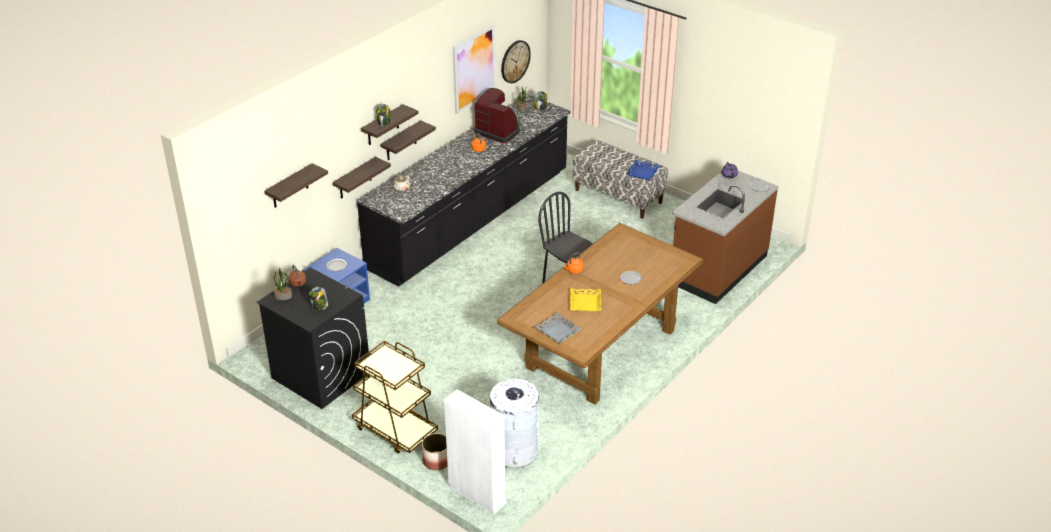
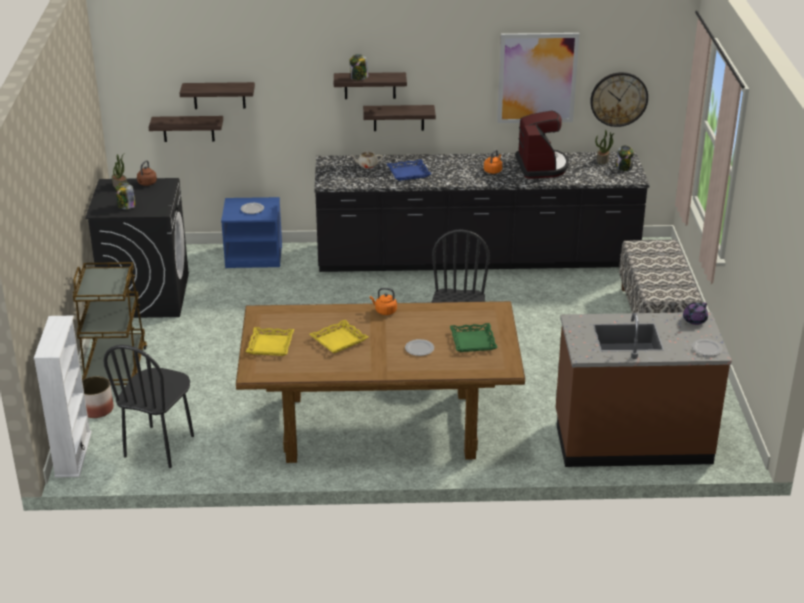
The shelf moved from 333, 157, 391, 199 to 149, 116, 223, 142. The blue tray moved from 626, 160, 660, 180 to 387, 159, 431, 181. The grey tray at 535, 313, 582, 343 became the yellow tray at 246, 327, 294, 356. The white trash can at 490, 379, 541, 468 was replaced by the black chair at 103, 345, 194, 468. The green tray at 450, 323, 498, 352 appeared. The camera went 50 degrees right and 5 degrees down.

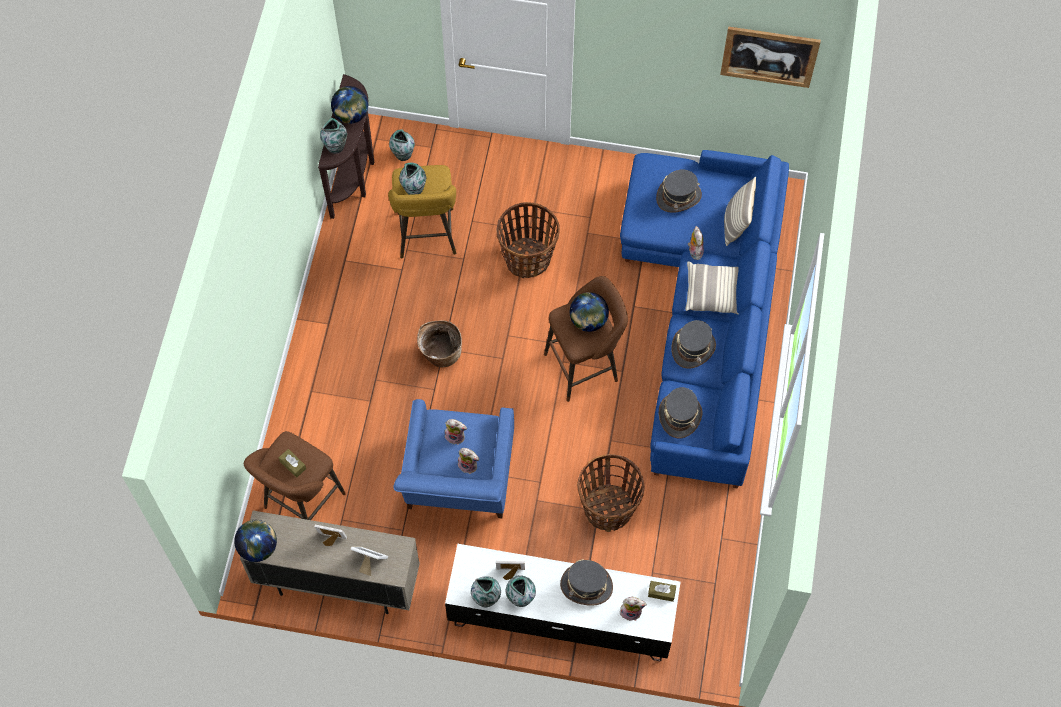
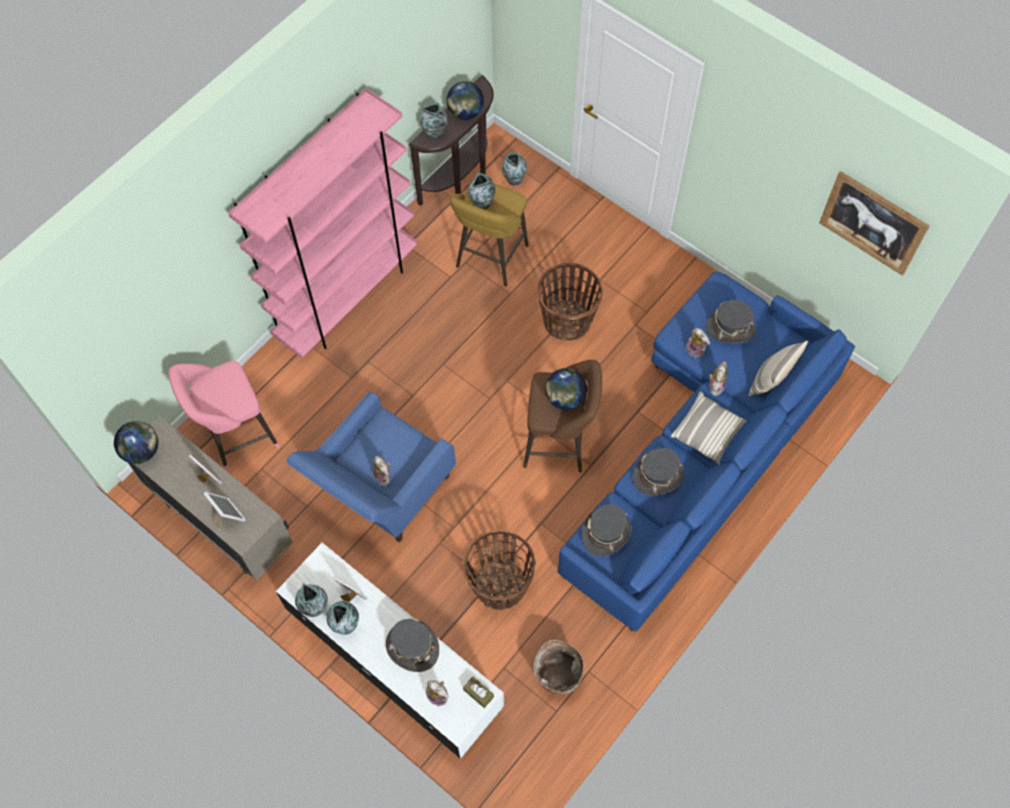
The basket moved from 417, 321, 462, 367 to 533, 640, 584, 695. The plush toy moved from 445, 419, 467, 445 to 686, 328, 710, 358. The brown stool at 244, 431, 346, 520 became the pink stool at 168, 361, 280, 471. The brown tissue box at 279, 449, 306, 478 disappeared. The pink bookcase at 228, 88, 418, 358 appeared. The camera went 30 degrees right and 0 degrees up.

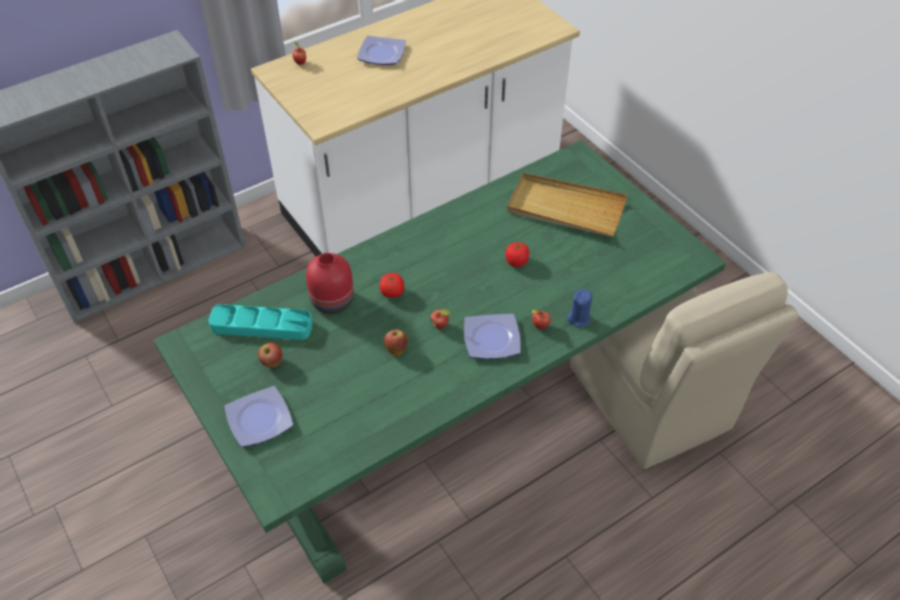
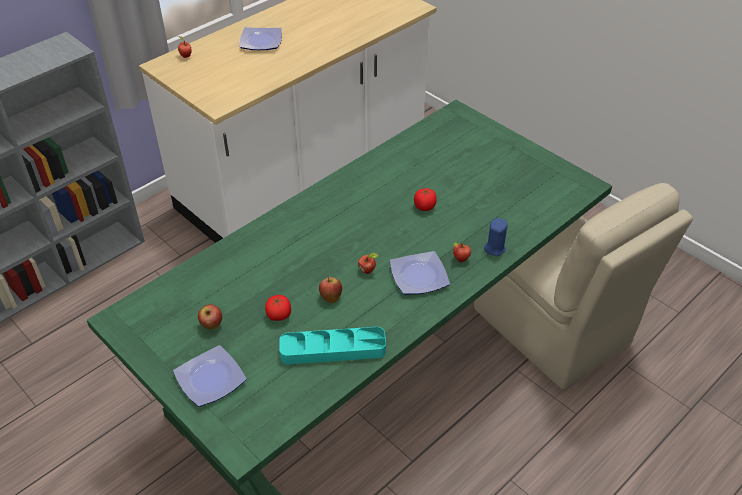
The beige tray at 507, 173, 628, 237 disappeared. The red vase at 306, 253, 354, 314 disappeared. The tomato moved from 380, 273, 404, 298 to 265, 295, 291, 321. The turquoise tray moved from 208, 304, 312, 340 to 279, 327, 386, 364. The camera went 10 degrees left and 5 degrees down.

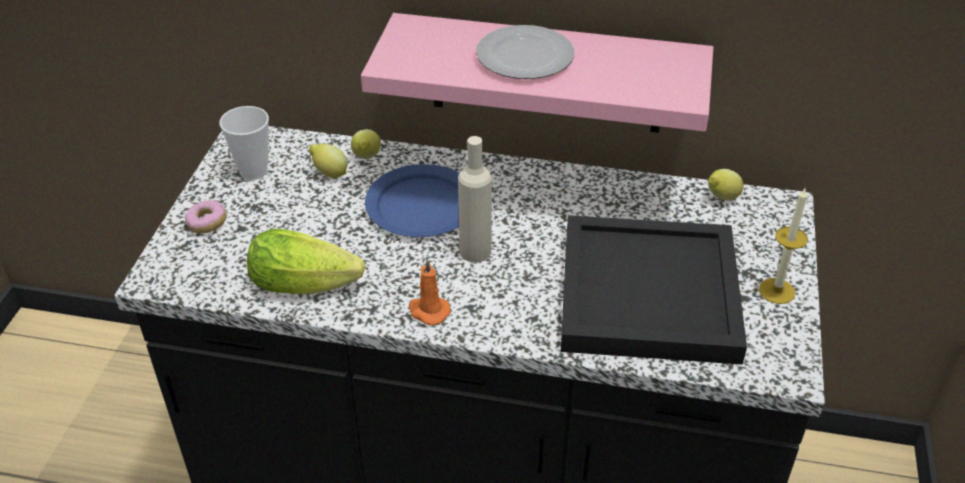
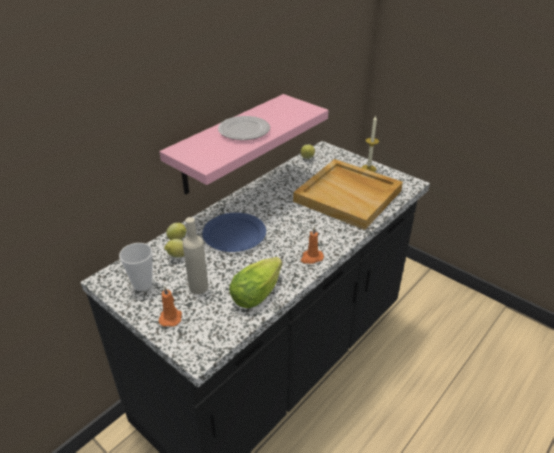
The beige bottle moved from 458, 136, 492, 263 to 182, 217, 208, 294. The donut at 185, 200, 227, 234 was replaced by the orange candle at 158, 286, 182, 327. The black tray at 561, 215, 747, 365 became the beige tray at 293, 159, 403, 230. The camera went 60 degrees left and 5 degrees down.

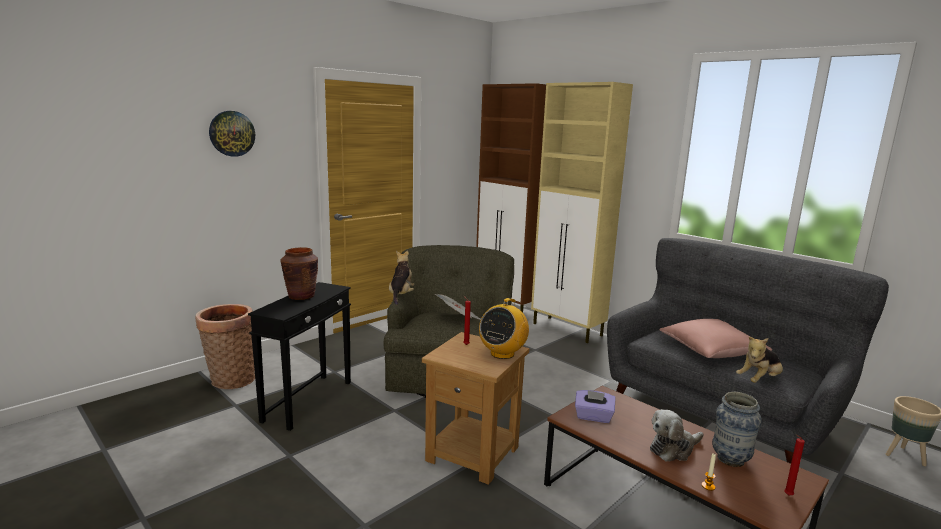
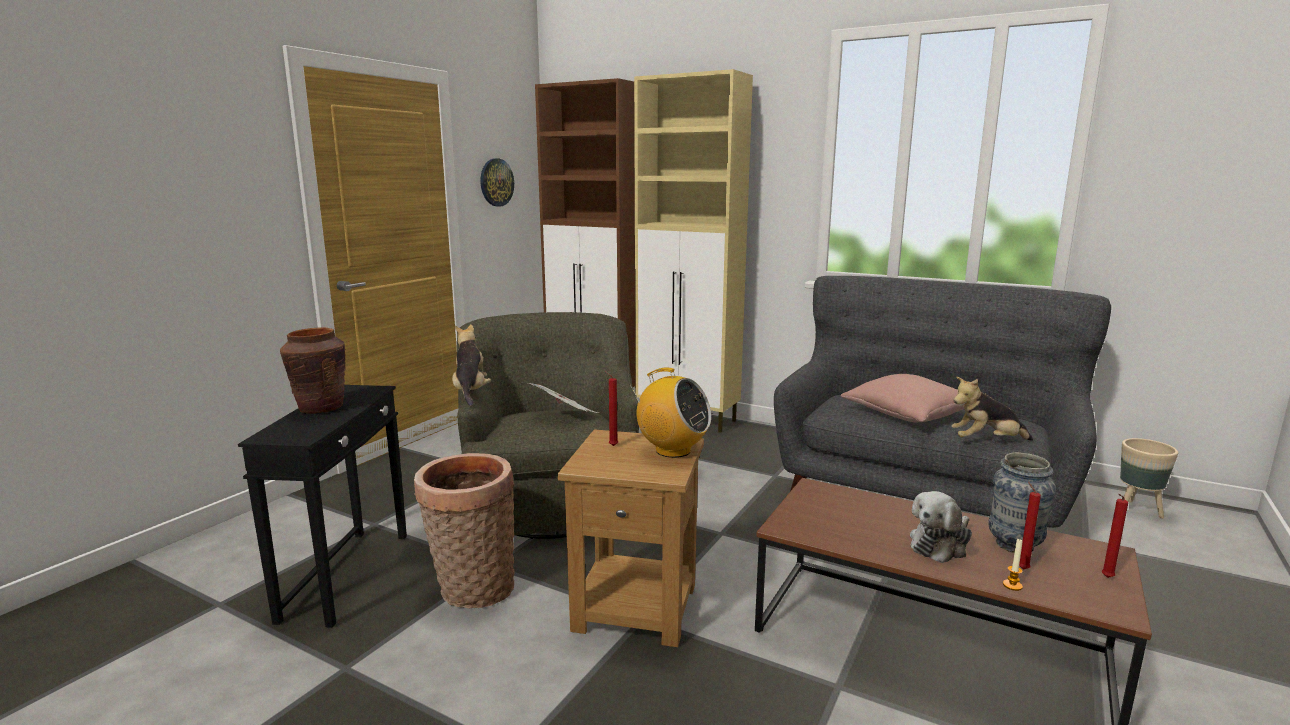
The wall clock moved from 209, 111, 255, 157 to 480, 158, 514, 207. The radio at 479, 298, 529, 359 turned 75 degrees counterclockwise. The basket moved from 195, 304, 255, 389 to 414, 453, 515, 608. The plush toy at 736, 337, 783, 383 turned 45 degrees clockwise. The purple tissue box at 575, 390, 615, 423 disappeared. The red candle at 1019, 481, 1041, 570 appeared. The camera went 15 degrees left and 0 degrees up.

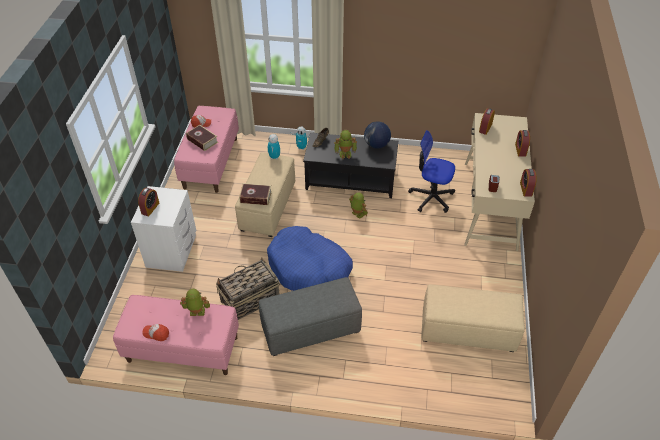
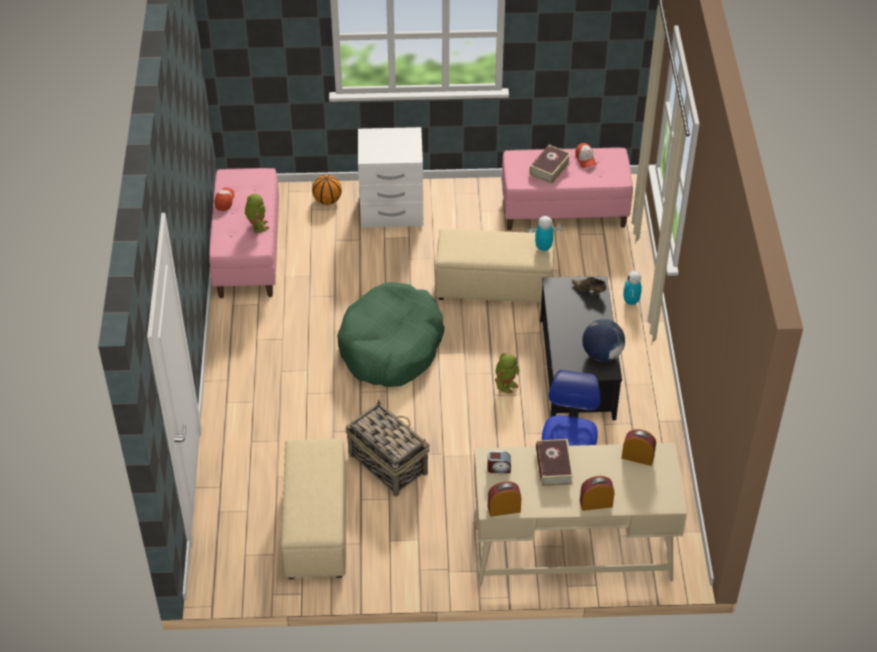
The toy robot at 334, 130, 357, 159 disappeared. The book moved from 239, 183, 272, 205 to 536, 439, 573, 487. The alarm clock at 138, 188, 159, 216 disappeared. The blue dog bed at 267, 226, 353, 291 became the green dog bed at 337, 282, 445, 387. The basket moved from 216, 257, 280, 320 to 346, 399, 430, 497. The grey ottoman at 259, 277, 362, 356 disappeared. The basketball at 312, 175, 342, 205 appeared. The camera went 80 degrees right and 0 degrees up.

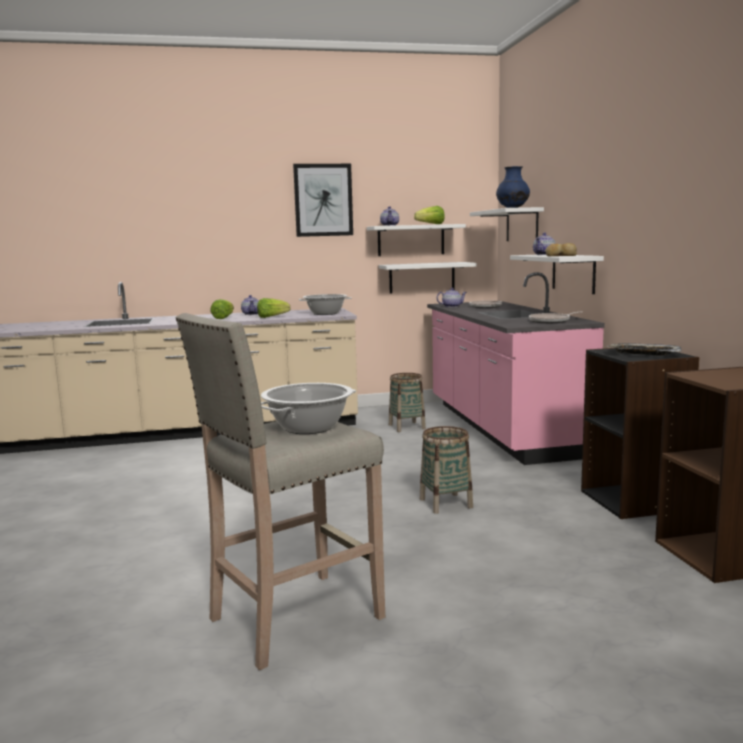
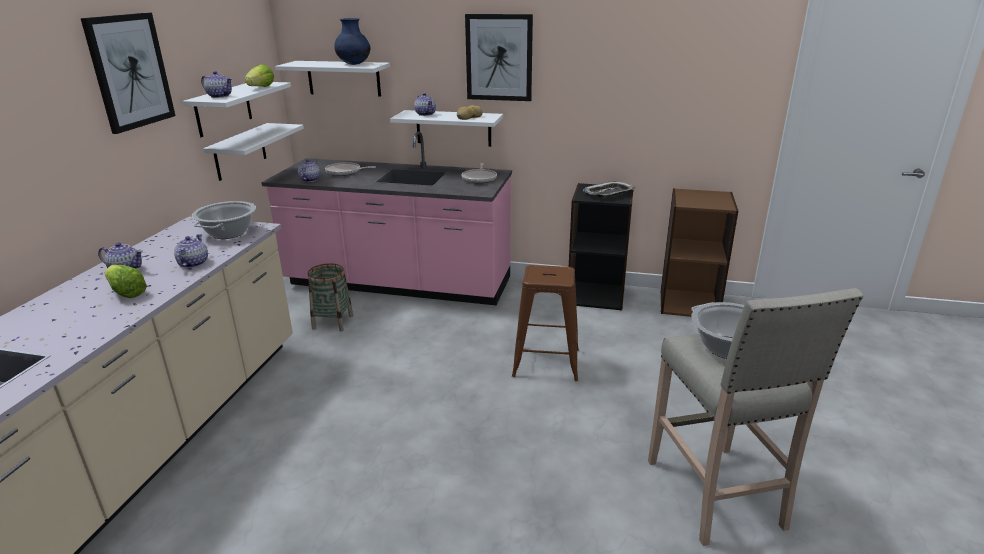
The lettuce at 257, 298, 290, 318 was replaced by the teapot at 174, 234, 208, 268. The basket at 420, 426, 473, 514 was replaced by the brown stool at 512, 265, 579, 381. The picture at 465, 14, 533, 101 appeared. The camera went 65 degrees left and 15 degrees up.

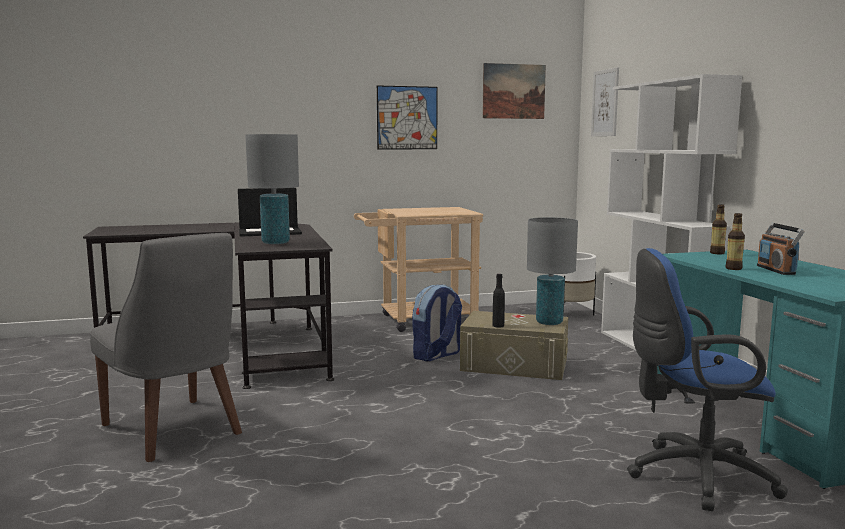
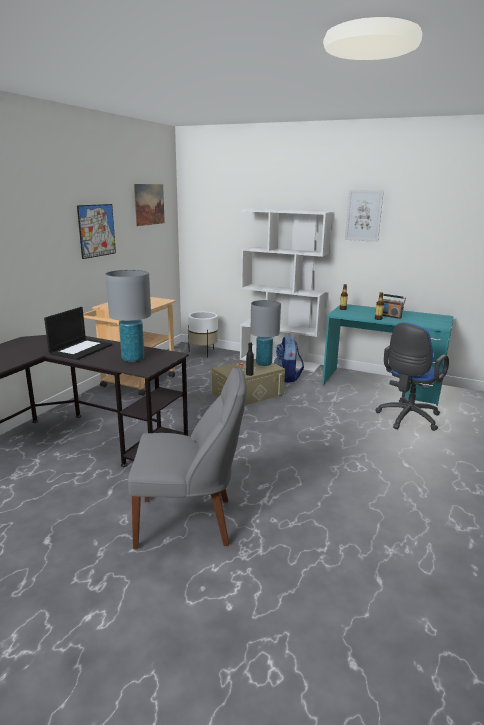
The picture moved from 591, 67, 619, 136 to 345, 190, 384, 242. The backpack moved from 412, 284, 462, 361 to 274, 336, 304, 383. The camera went 50 degrees left and 10 degrees up.

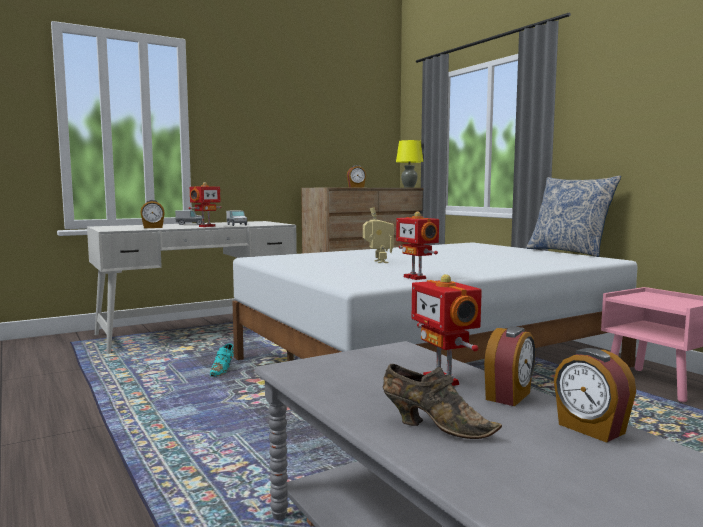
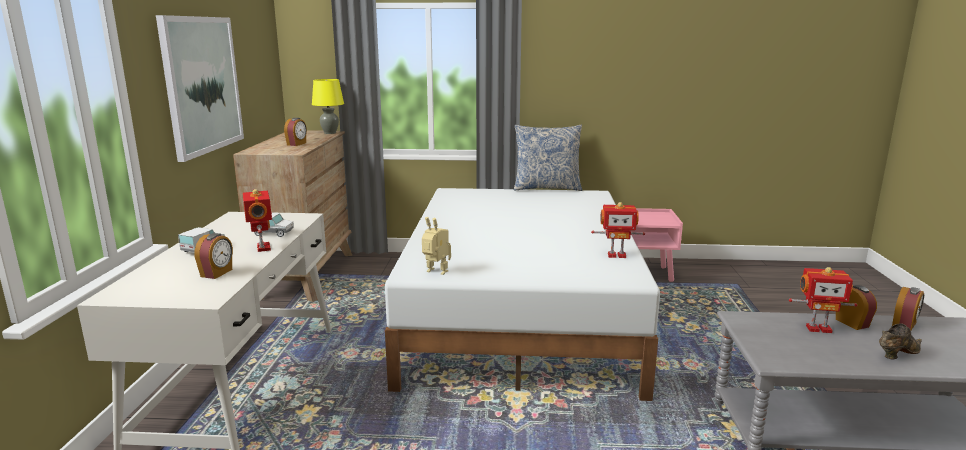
The toy robot moved from 363, 207, 394, 263 to 422, 217, 451, 275. The turquoise shoe at 210, 343, 234, 377 disappeared. The alarm clock at 554, 348, 636, 443 turned 45 degrees counterclockwise. The picture at 156, 15, 244, 162 appeared. The camera went 55 degrees left and 10 degrees up.

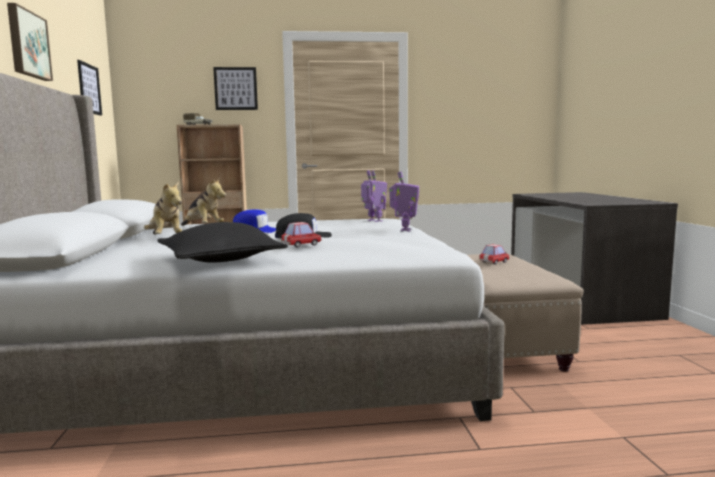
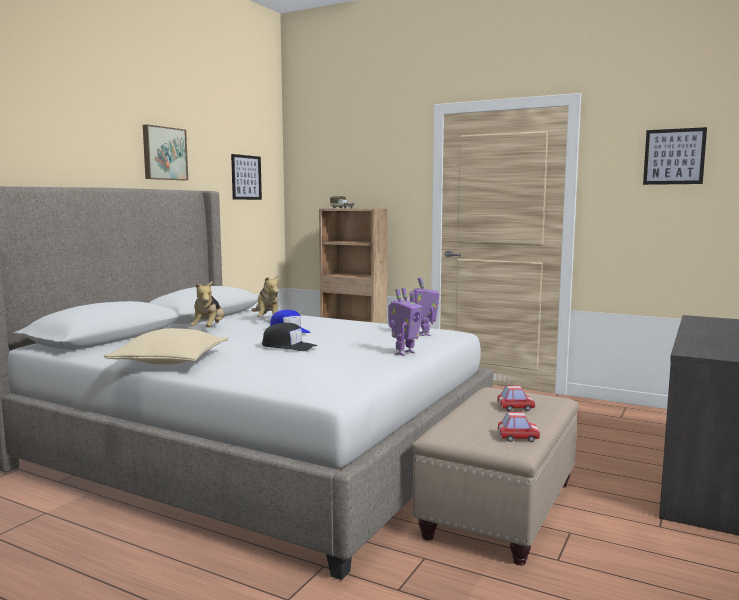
The picture moved from 213, 67, 258, 110 to 643, 127, 707, 185. The black pillow at 157, 222, 288, 263 became the beige pillow at 104, 328, 228, 365. The toy car moved from 281, 222, 322, 247 to 498, 412, 540, 442. The camera went 35 degrees right and 0 degrees up.

